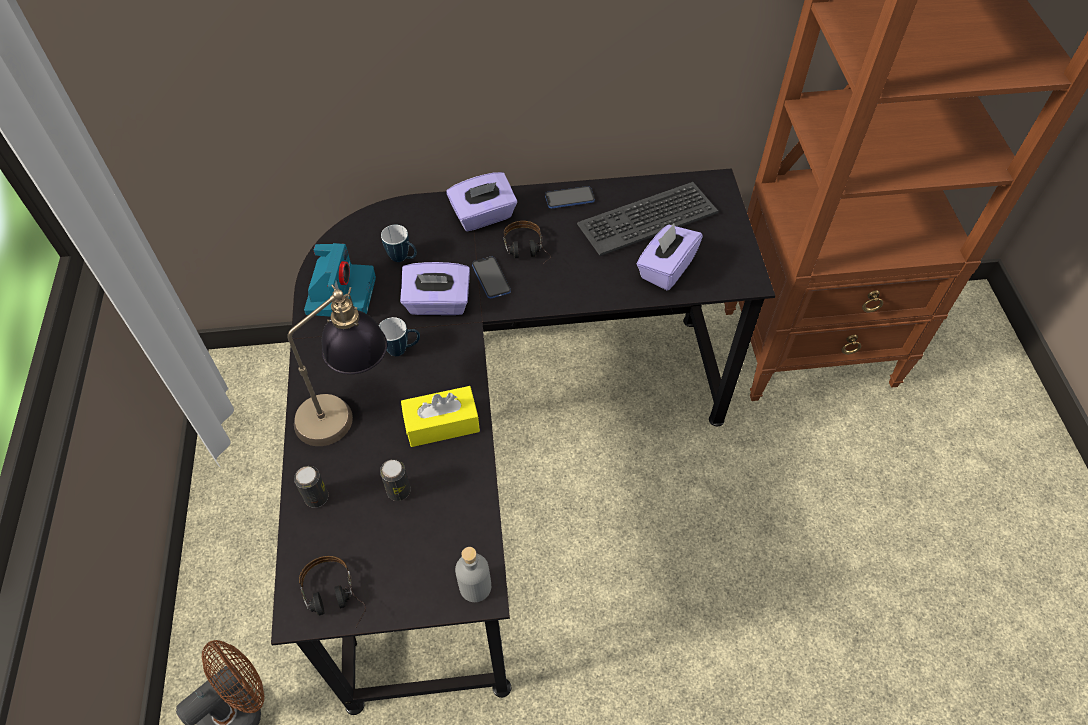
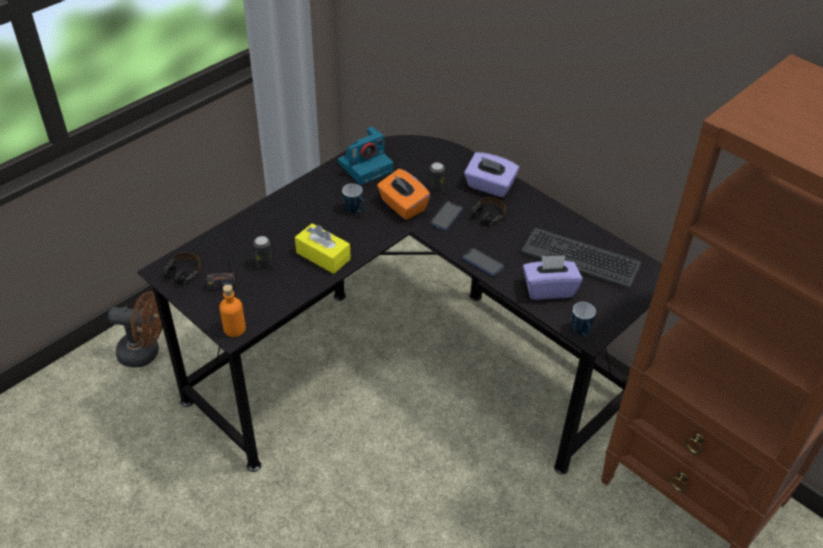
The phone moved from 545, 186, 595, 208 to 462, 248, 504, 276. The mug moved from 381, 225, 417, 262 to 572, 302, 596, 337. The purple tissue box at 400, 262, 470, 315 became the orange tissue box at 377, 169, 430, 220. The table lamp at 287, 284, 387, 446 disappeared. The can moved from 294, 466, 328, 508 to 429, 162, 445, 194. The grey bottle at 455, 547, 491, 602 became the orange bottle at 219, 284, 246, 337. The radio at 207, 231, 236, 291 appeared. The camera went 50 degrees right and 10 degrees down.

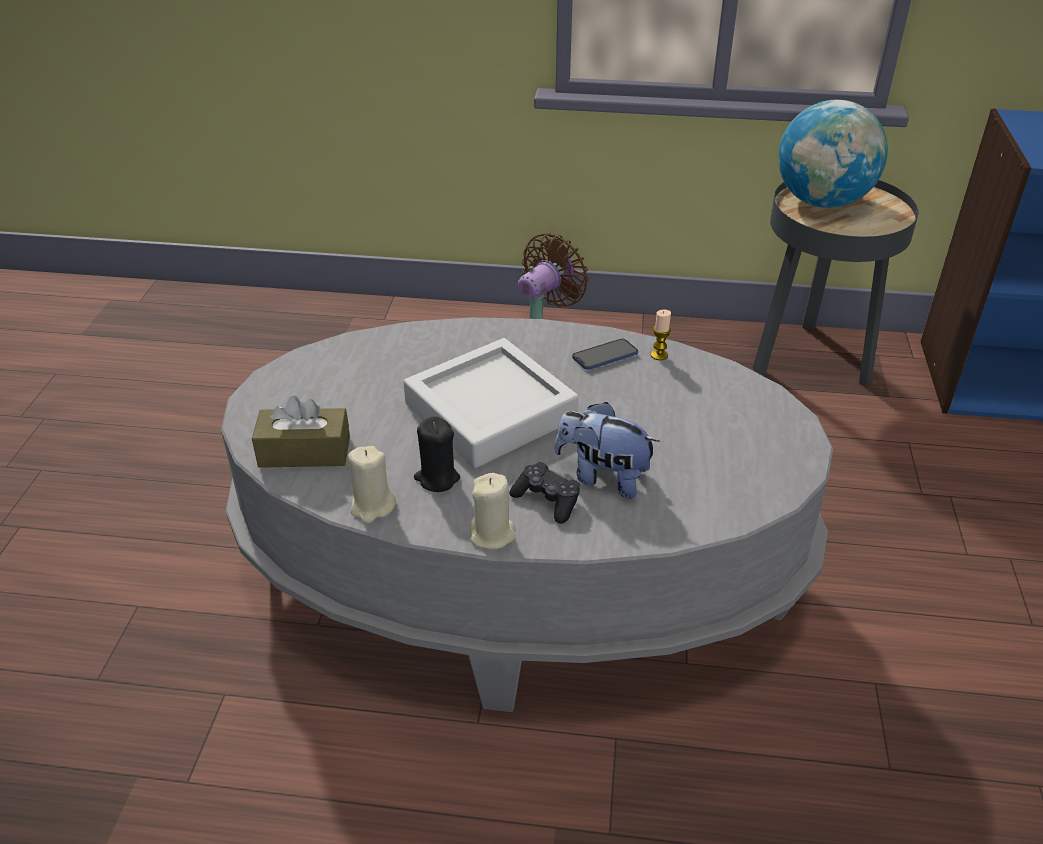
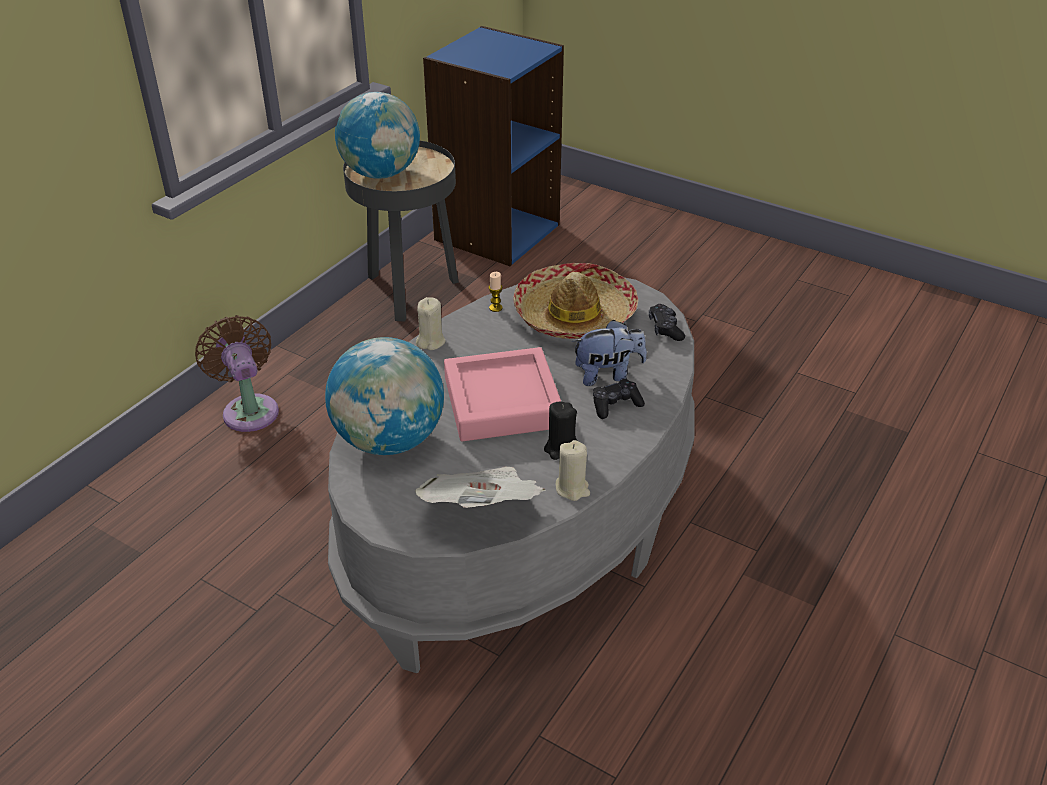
The grey tray at 404, 338, 579, 468 became the pink tray at 444, 347, 561, 441. The phone at 572, 339, 638, 370 disappeared. The brown tissue box at 252, 396, 350, 468 was replaced by the newspaper at 415, 467, 546, 508. The plush toy at 555, 402, 660, 498 turned 150 degrees counterclockwise. The beige candle moved from 470, 473, 516, 549 to 416, 297, 446, 350. The hat at 513, 263, 638, 339 appeared. The black game controller at 649, 304, 685, 341 appeared. The globe at 325, 337, 444, 455 appeared. The camera went 65 degrees left and 0 degrees up.

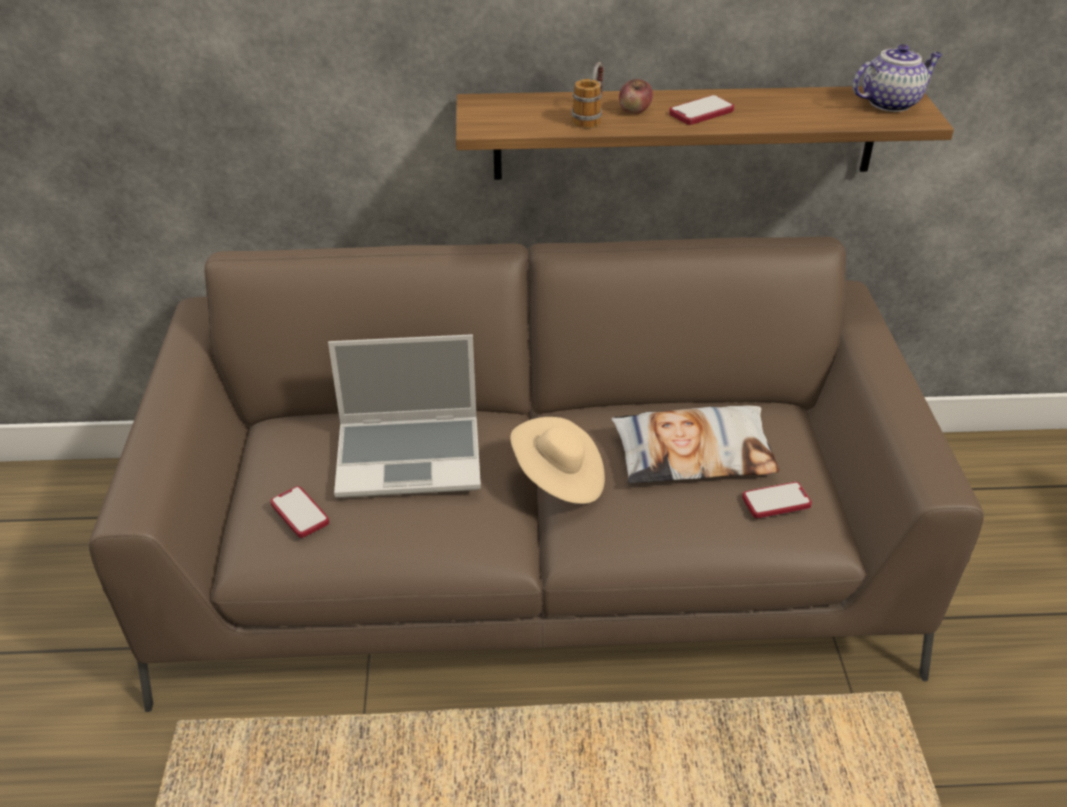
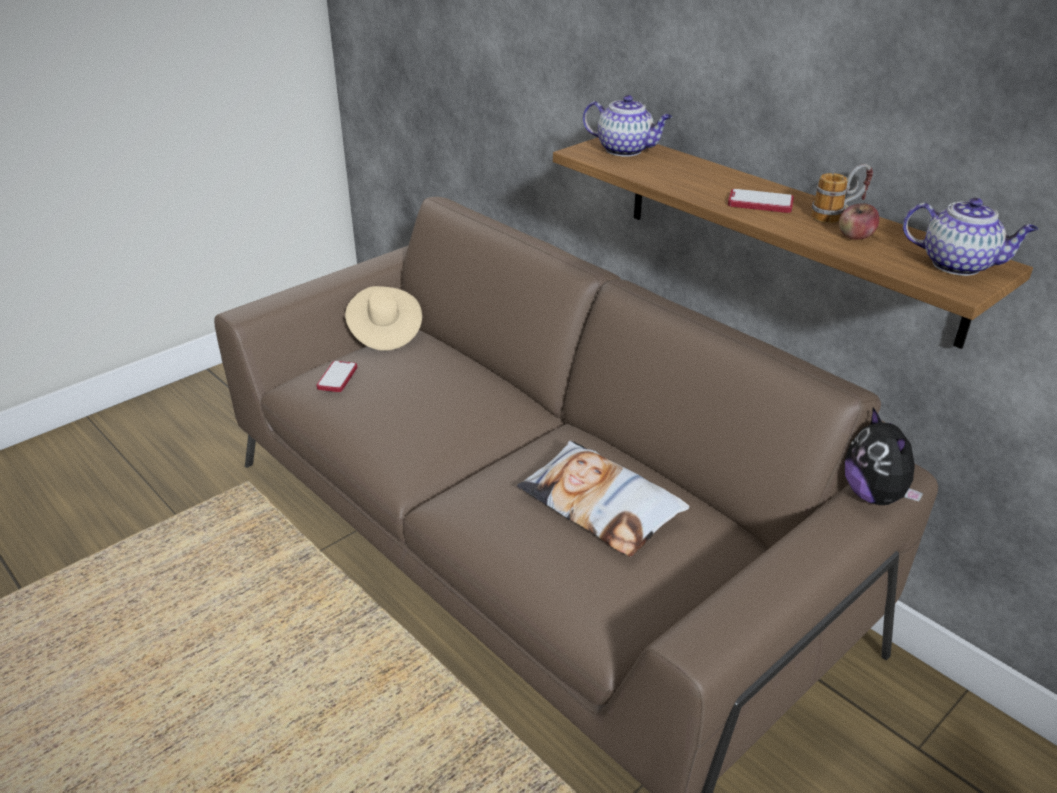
The mug moved from 572, 62, 604, 128 to 811, 164, 873, 223. The apple moved from 619, 79, 653, 114 to 839, 203, 879, 240. The laptop at 328, 334, 481, 498 disappeared. The beige hat moved from 510, 417, 605, 504 to 345, 286, 422, 351. The phone at 742, 482, 812, 518 disappeared. The teapot at 583, 95, 672, 157 appeared. The plush toy at 845, 407, 923, 505 appeared. The camera went 50 degrees right and 5 degrees down.

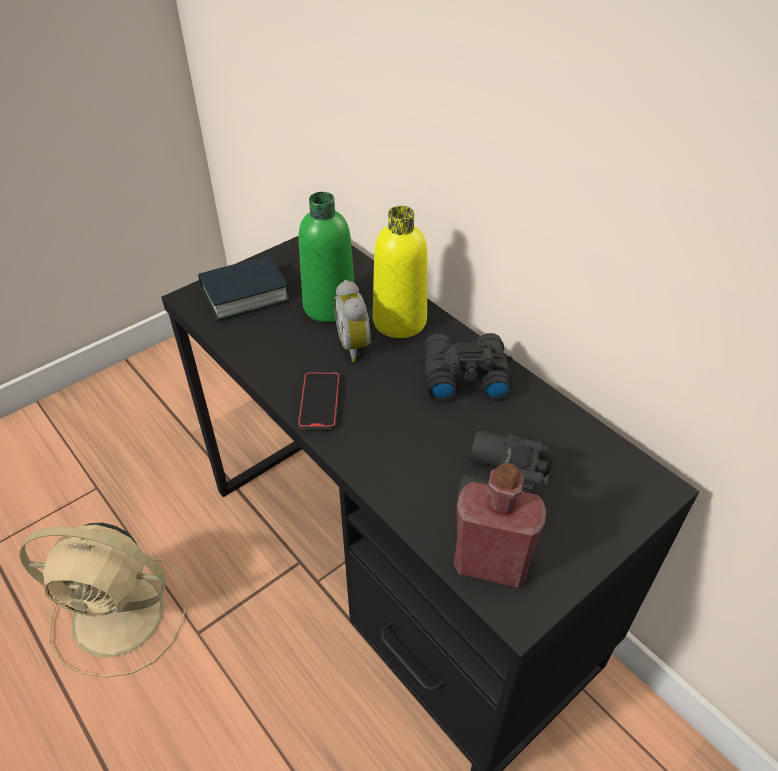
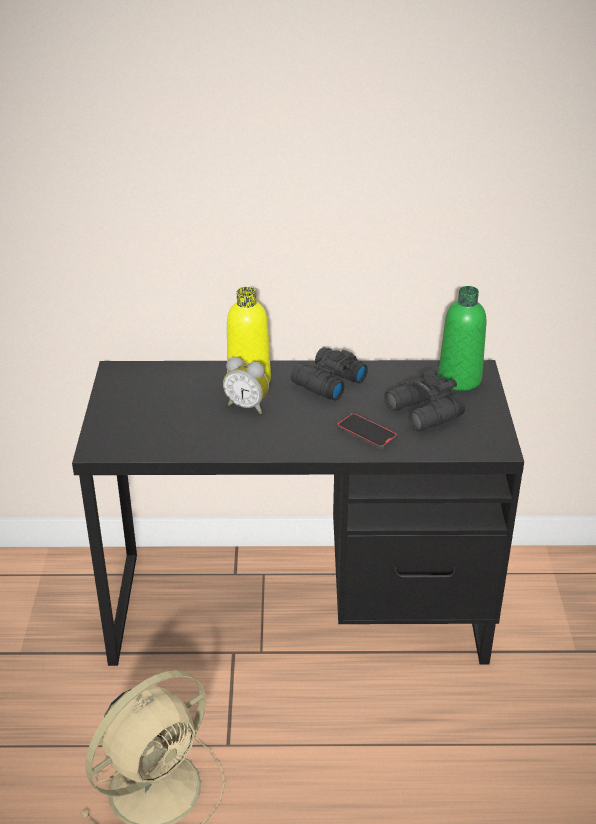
The green bottle moved from 298, 192, 354, 322 to 438, 286, 486, 391. The book at 198, 256, 291, 321 disappeared. The phone moved from 298, 372, 340, 430 to 337, 413, 397, 449. The red bottle at 454, 463, 546, 588 disappeared. The camera went 50 degrees left and 10 degrees down.

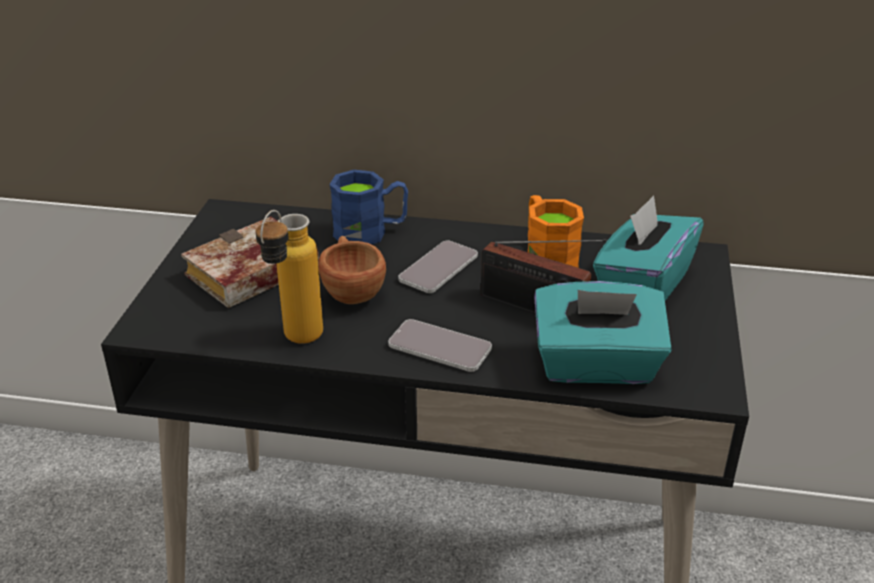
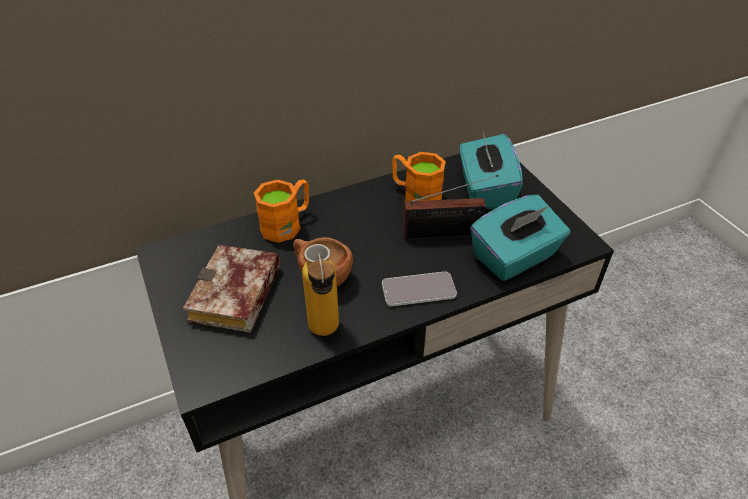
The blue mug at 329, 170, 408, 244 became the orange mug at 254, 180, 309, 243. The phone at 399, 240, 478, 293 disappeared. The camera went 35 degrees left and 10 degrees up.

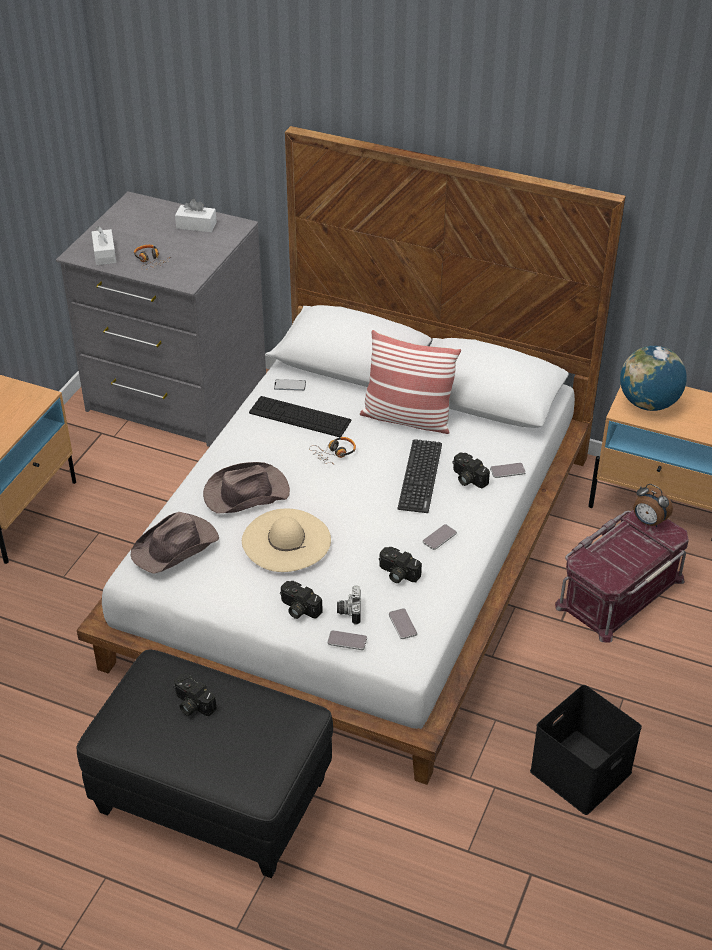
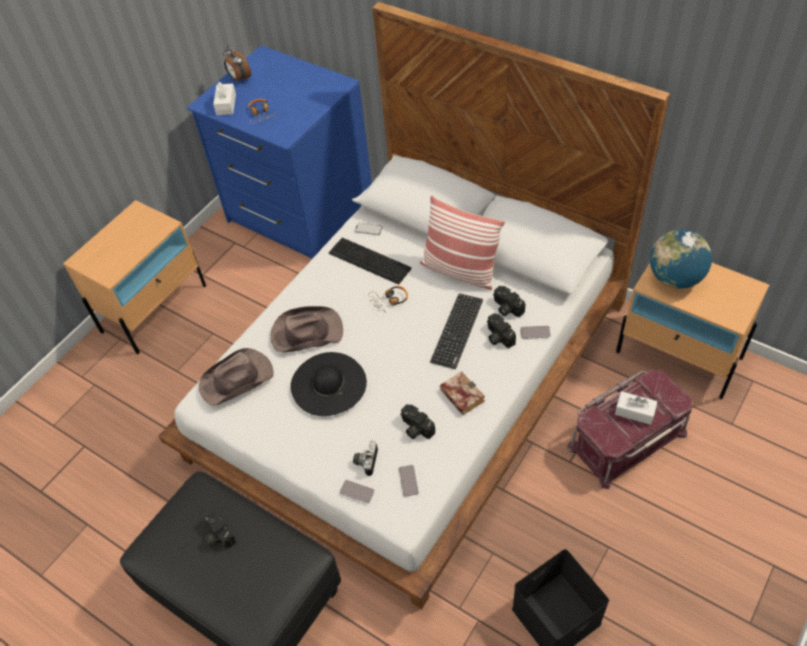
The grey dresser at 56, 191, 266, 447 became the blue dresser at 187, 45, 372, 259. The white tissue box moved from 175, 199, 217, 232 to 615, 391, 657, 425. The alarm clock moved from 633, 484, 673, 527 to 223, 45, 251, 83. The beige hat at 242, 509, 331, 572 became the black hat at 291, 352, 367, 416. The phone at 422, 524, 457, 550 was replaced by the book at 440, 371, 485, 415. The photo camera moved from 280, 581, 322, 619 to 493, 286, 526, 317. The camera went 15 degrees right and 10 degrees up.

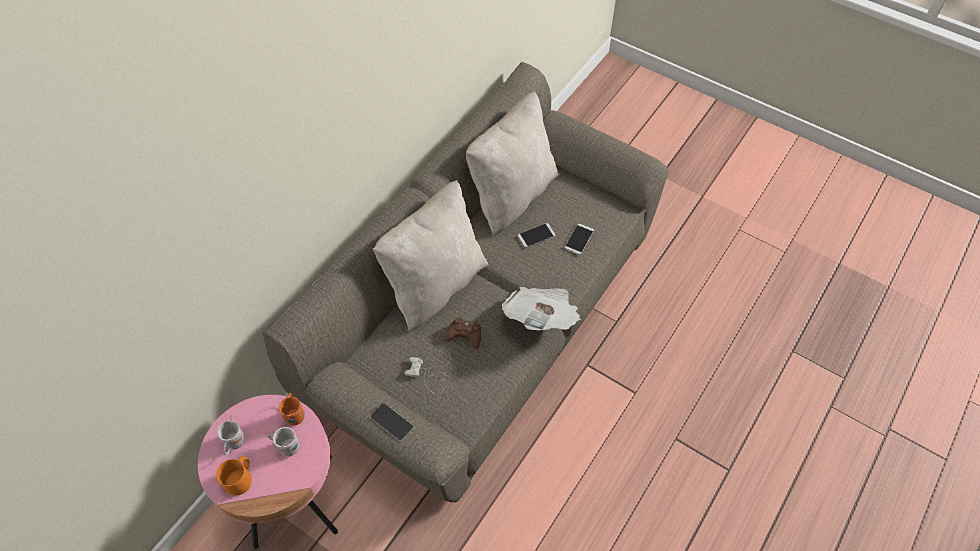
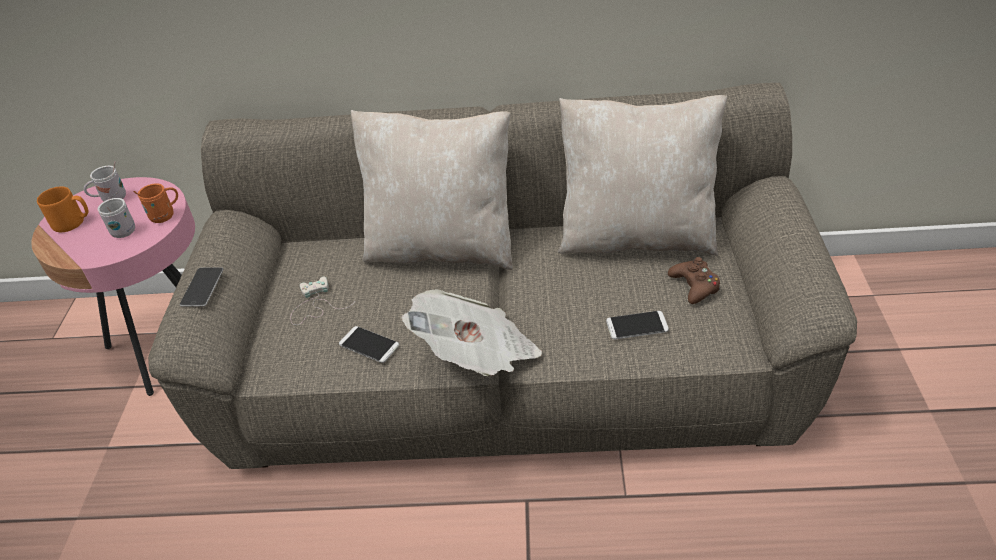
The phone moved from 518, 223, 556, 248 to 339, 326, 399, 363. The brown game controller moved from 445, 318, 481, 349 to 668, 257, 720, 304. The camera went 60 degrees right and 15 degrees down.

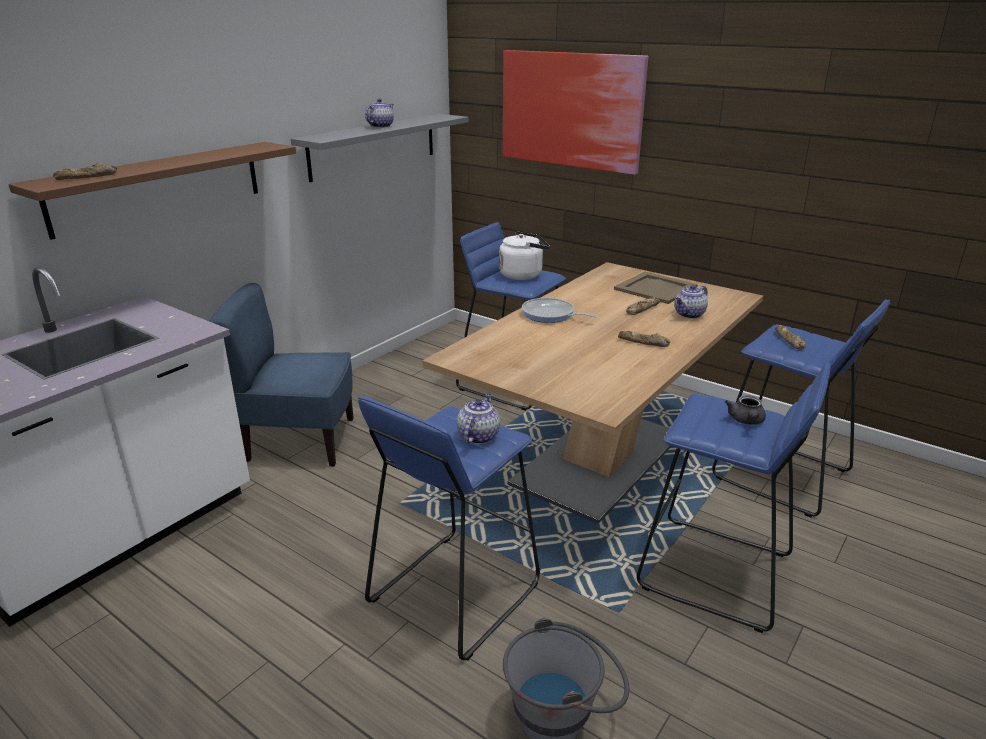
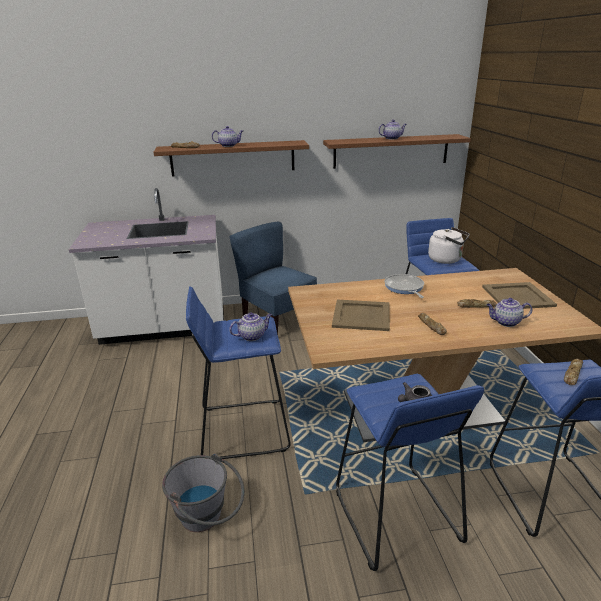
The picture at 503, 50, 649, 175 disappeared. The grey shelf at 291, 114, 469, 182 became the brown shelf at 323, 134, 471, 169. The teapot at 212, 126, 243, 147 appeared. The beige tray at 332, 300, 390, 331 appeared. The camera went 45 degrees right and 0 degrees up.

